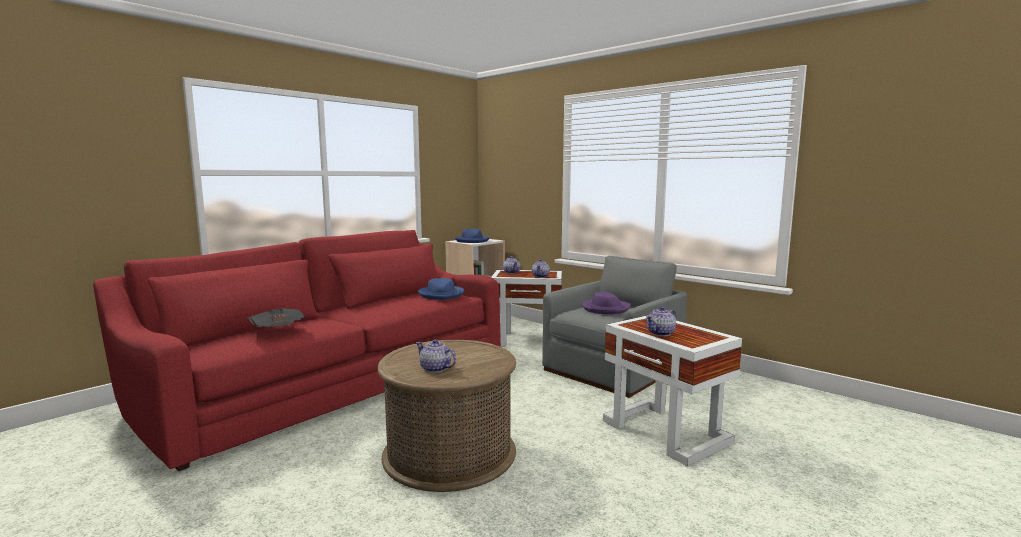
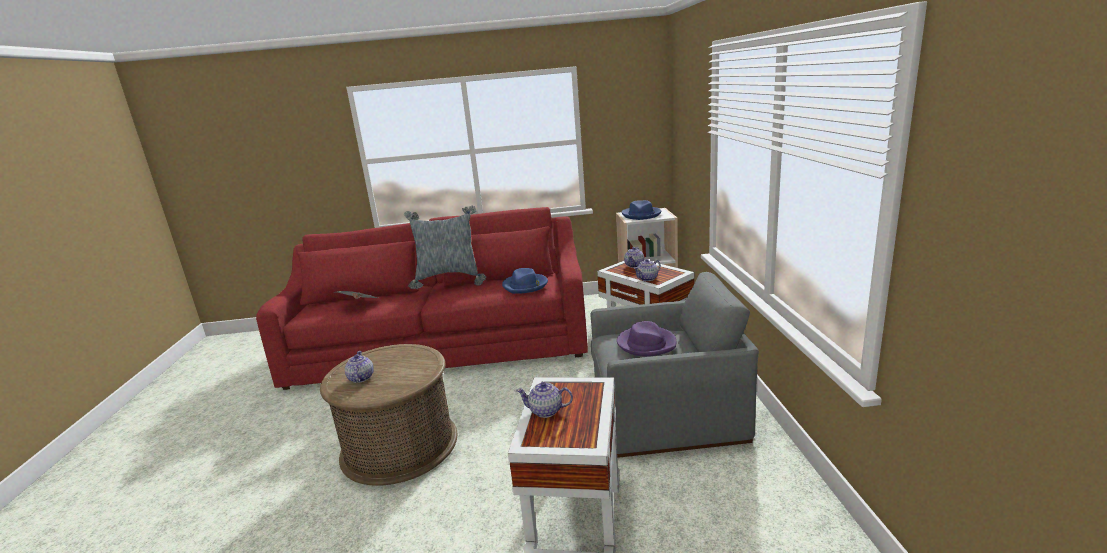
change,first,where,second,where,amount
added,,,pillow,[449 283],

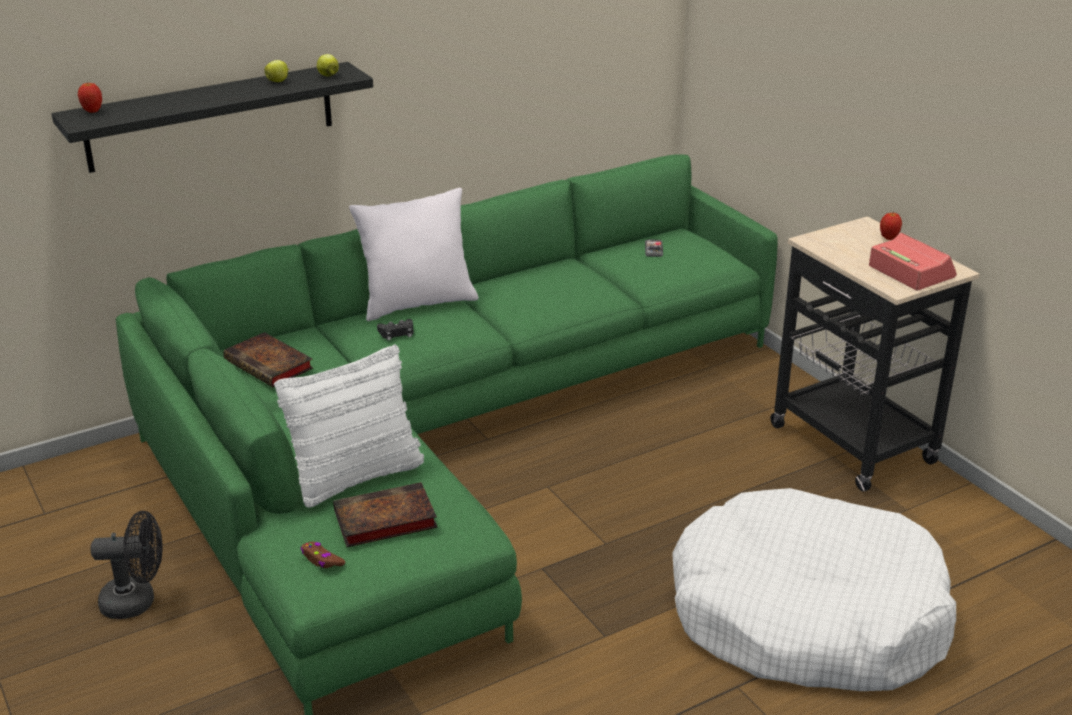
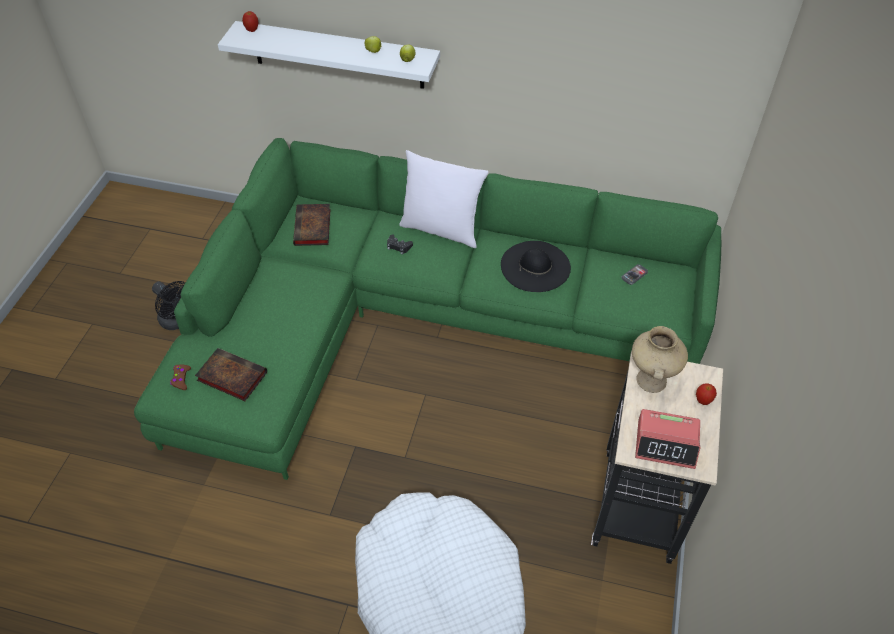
change,first,where,second,where,amount
recoloured,shelf/black,[211 117],shelf/white,[338 55],
added,,,hat/black,[535 266],
added,,,vase/beige,[650 379],
turned,alarm clock,[910 272],,[666 443],90 degrees clockwise
removed,pillow/white,[356 477],,,

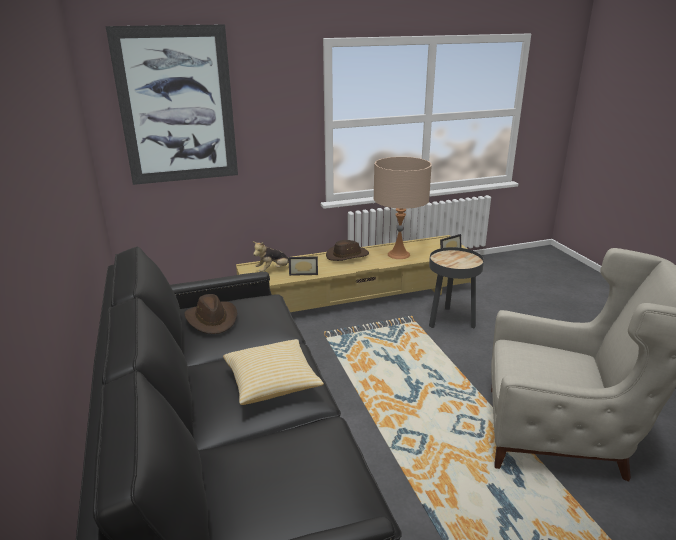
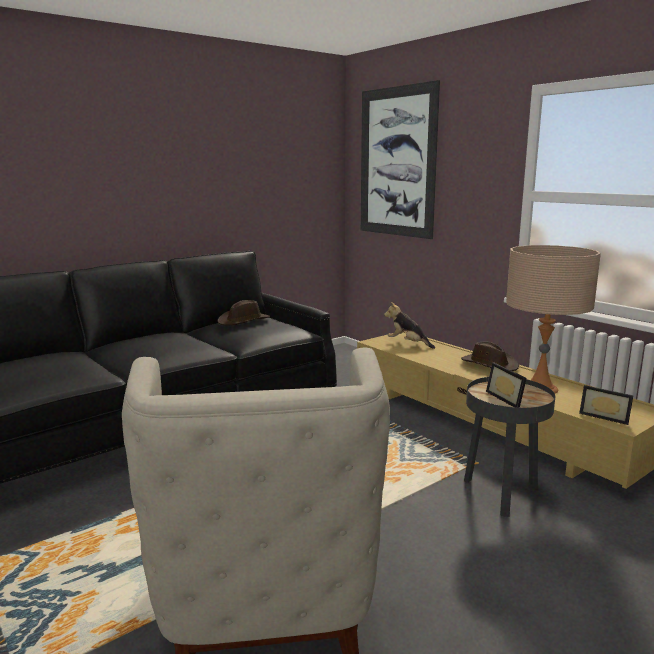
change,first,where,second,where,amount
moved,picture frame,[303 273],,[508 399],
removed,pillow,[272 383],,,

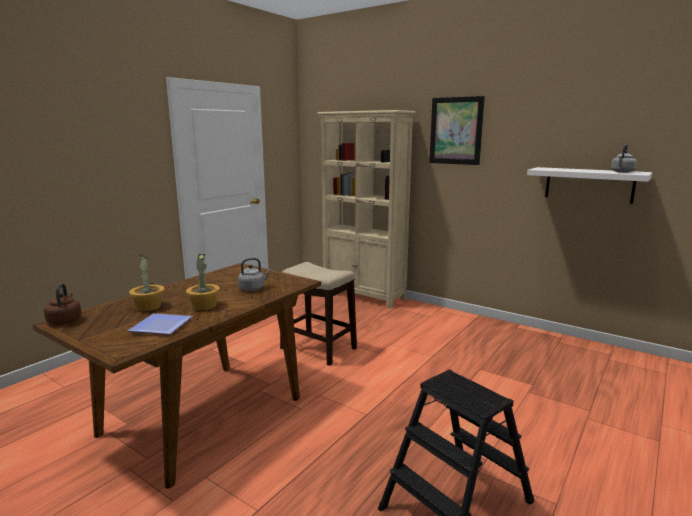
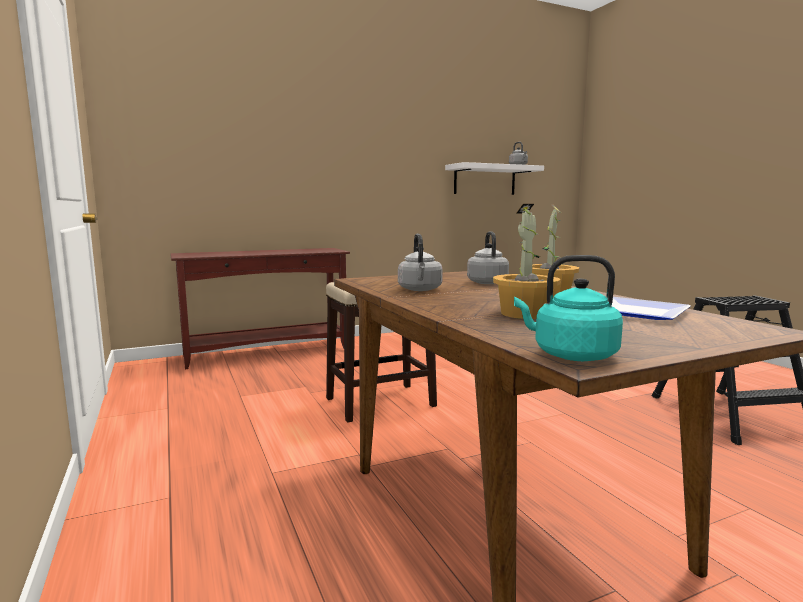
change,first,where,second,where,amount
replaced,bookcase/beige,[364 295],console table/brown,[267 352],
added,,,kettle/grey,[420 290],
recoloured,kettle/brown,[65 320],kettle/turquoise,[570 355],
removed,picture,[456 131],,,

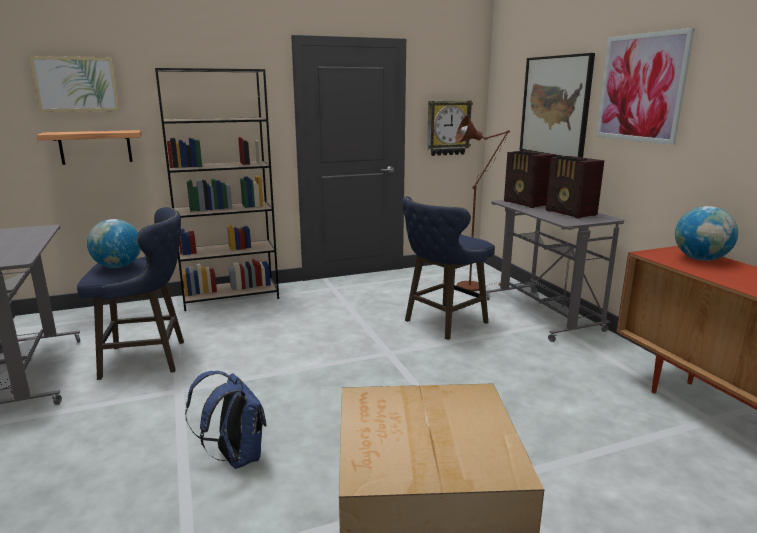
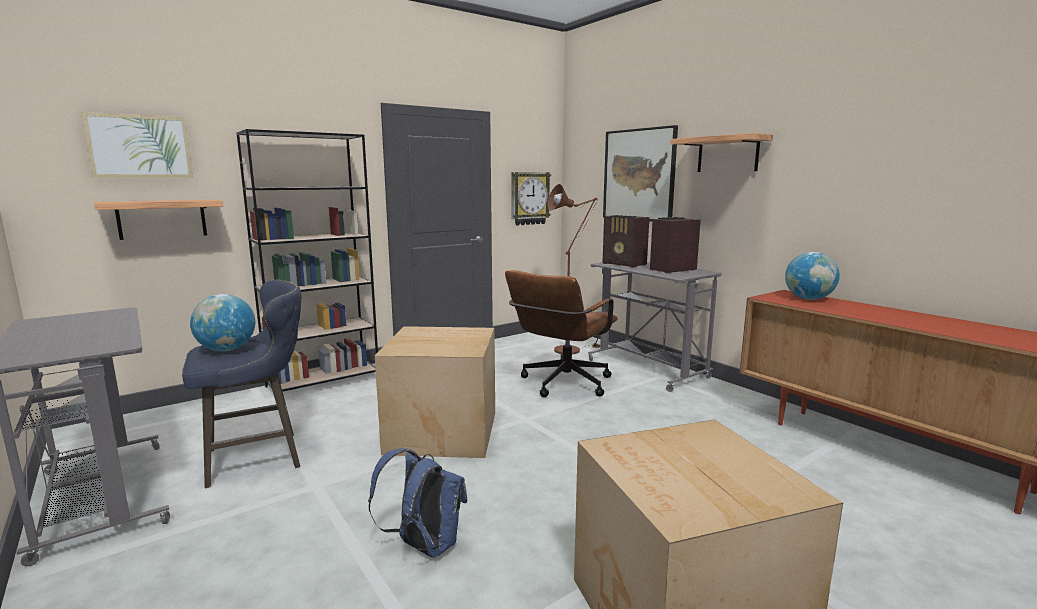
change,first,where,second,where,amount
added,,,cardboard box,[441 431],
replaced,stool/blue,[443 322],office chair/brown,[561 385],
turned,radio,[571 213],,[671 270],105 degrees clockwise
replaced,picture,[641 88],shelf,[727 154],

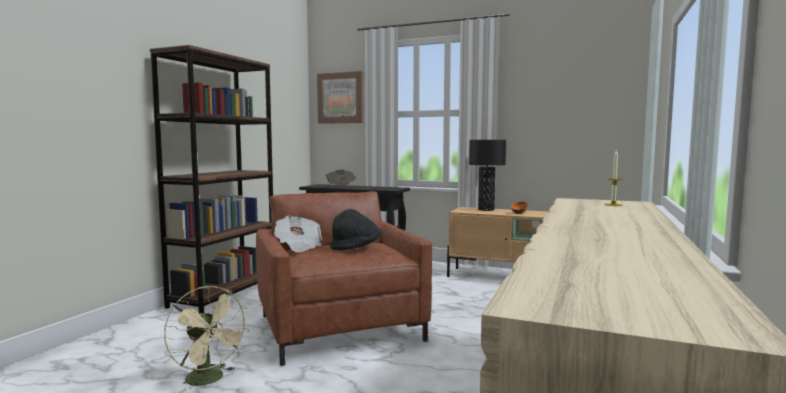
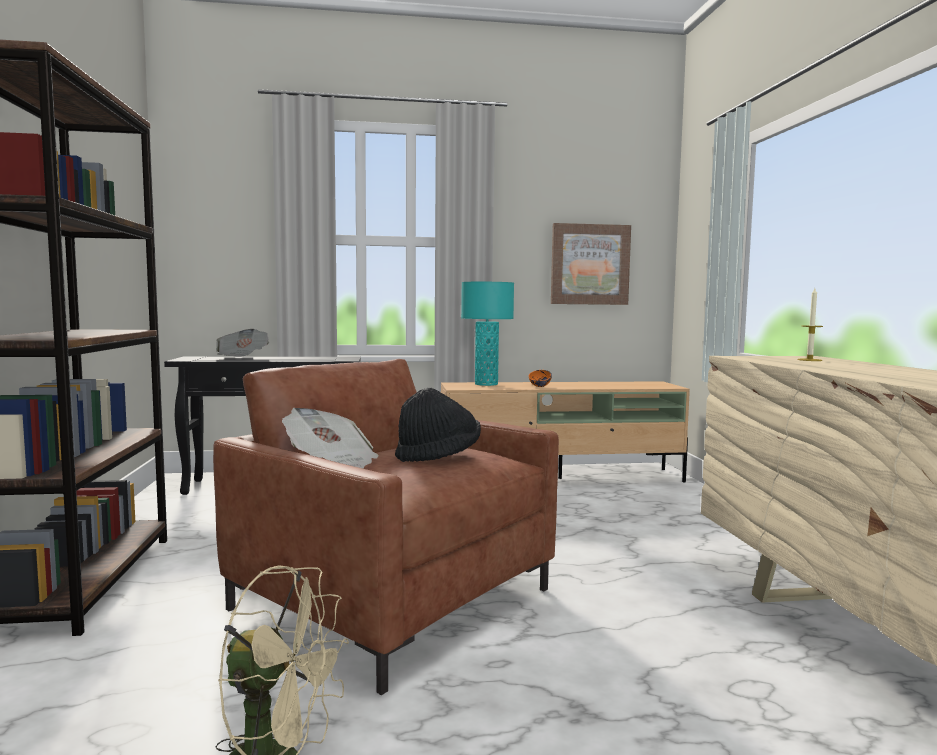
change,first,where,second,where,amount
recoloured,table lamp/black,[486 209],table lamp/turquoise,[486 384],
moved,picture,[340 98],,[589 264],

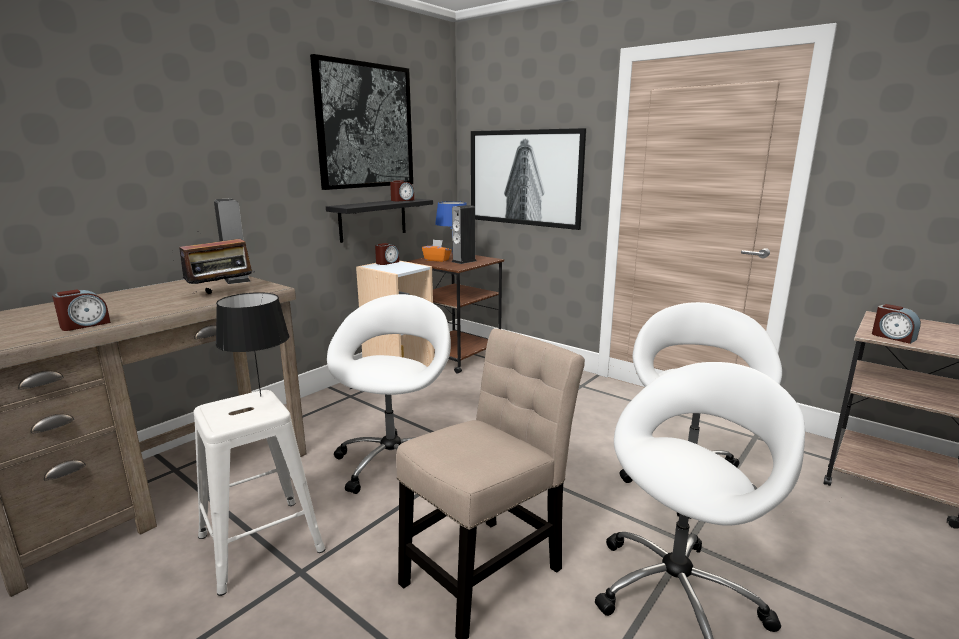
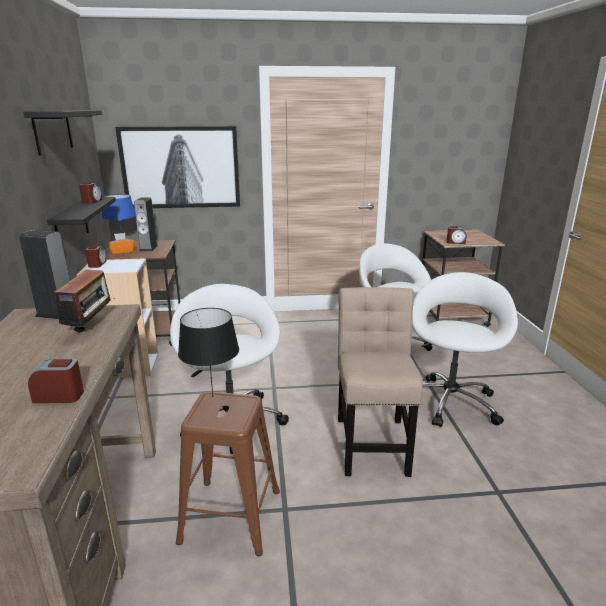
change,first,where,second,where,amount
replaced,picture,[365 126],shelf/black,[53 131],
turned,alarm clock,[85 325],,[59 396],90 degrees counterclockwise
recoloured,stool/white,[260 544],stool/brown,[231 516],

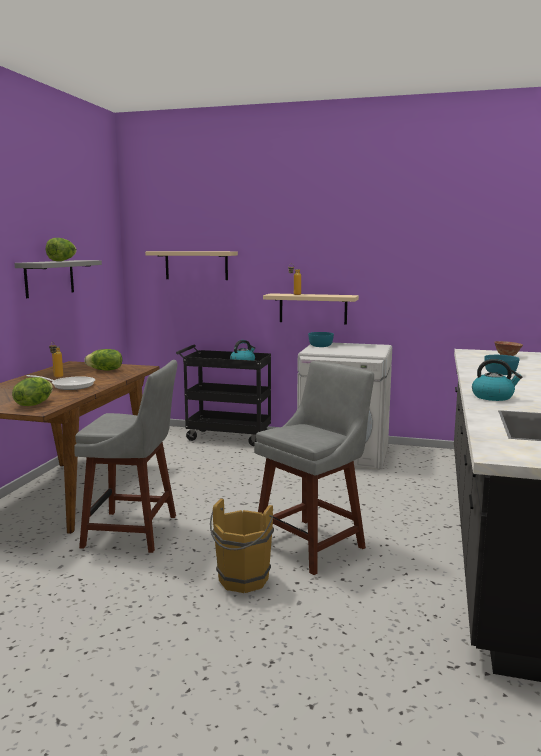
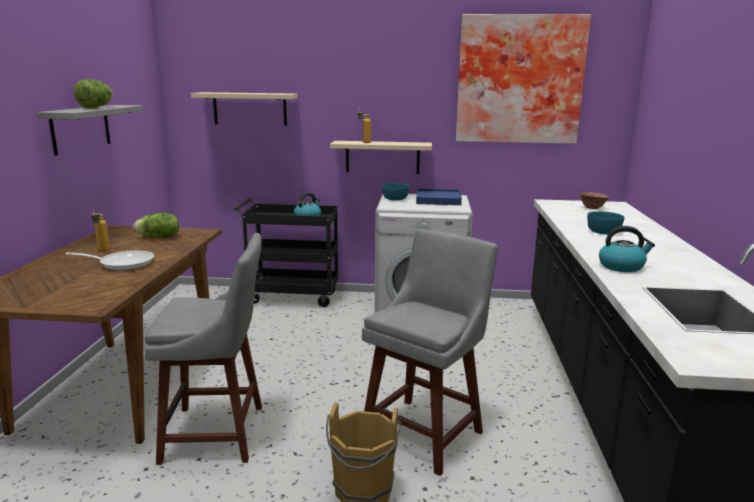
change,first,where,second,where,amount
added,,,tray/blue,[438 200],
added,,,picture,[519 80],
removed,lettuce,[34 404],,,

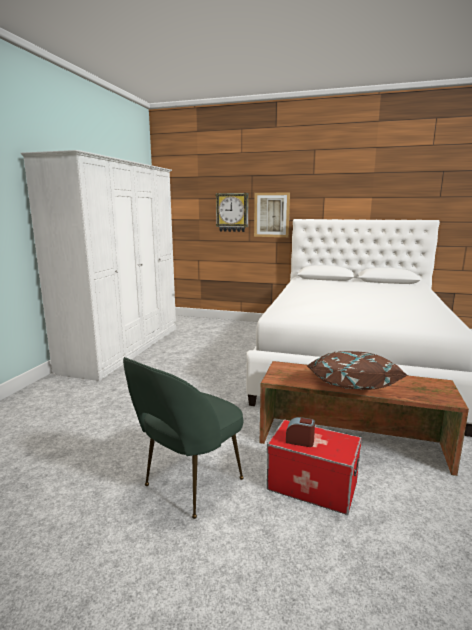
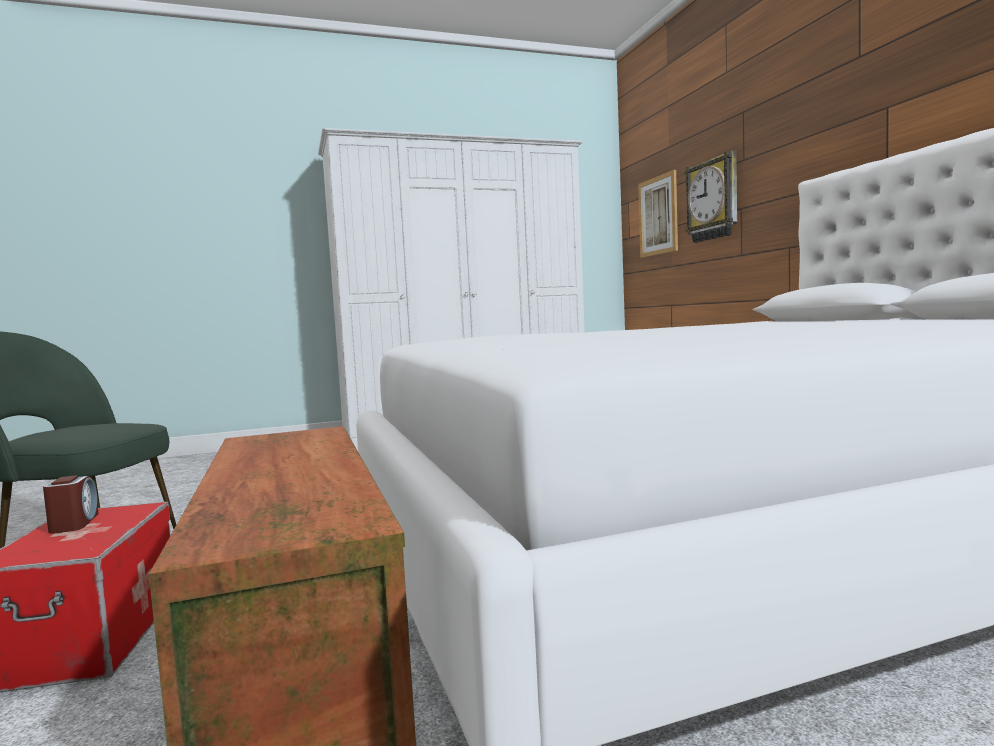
change,first,where,second,where,amount
moved,picture,[271 215],,[658 216],
removed,pillow/brown,[349 386],,,

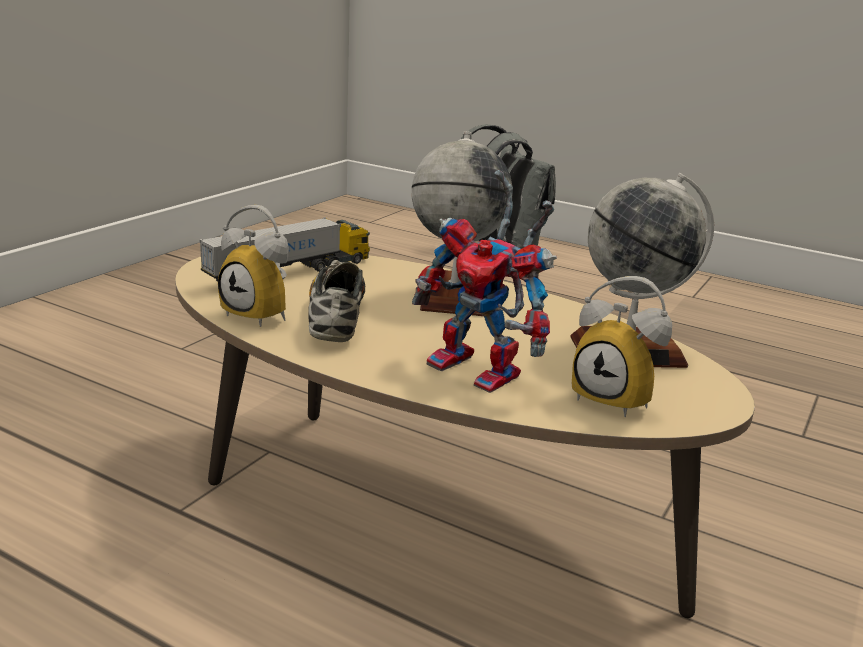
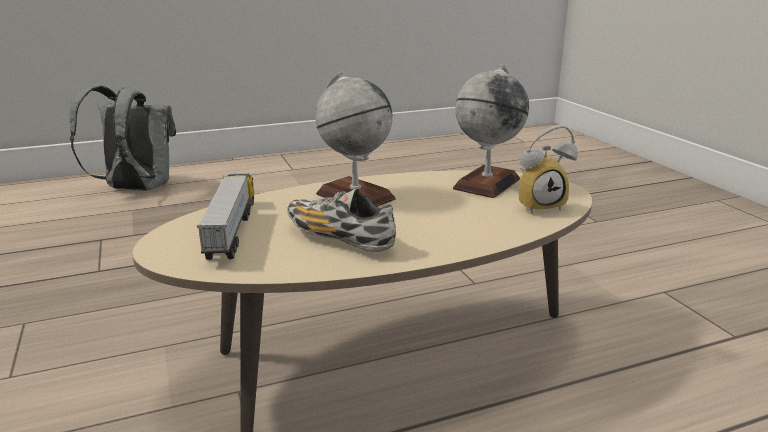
change,first,where,second,where,amount
removed,alarm clock,[263 314],,,
removed,toy robot,[484 372],,,

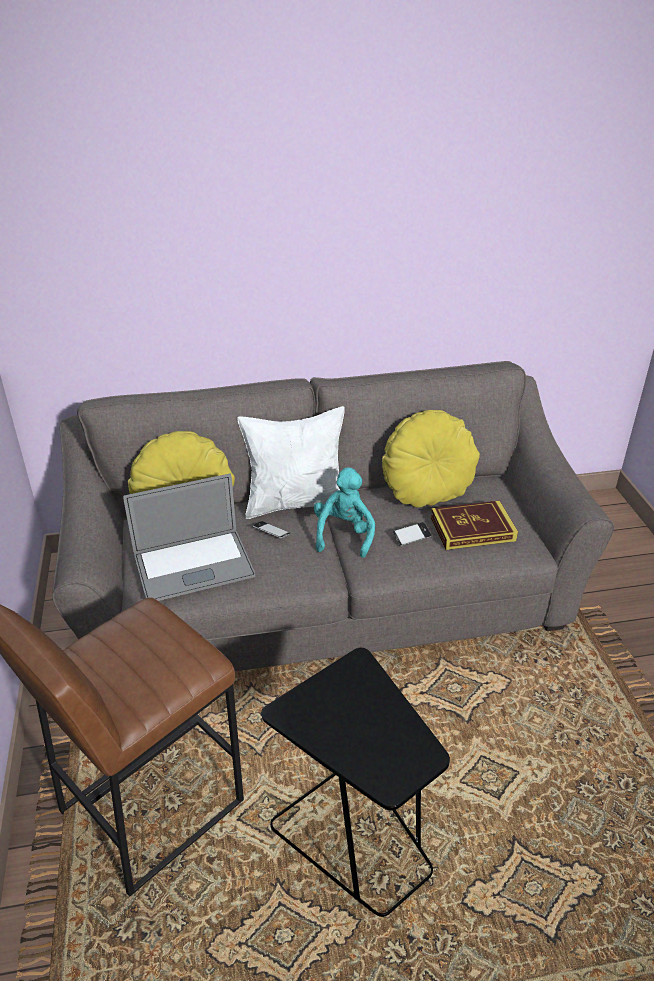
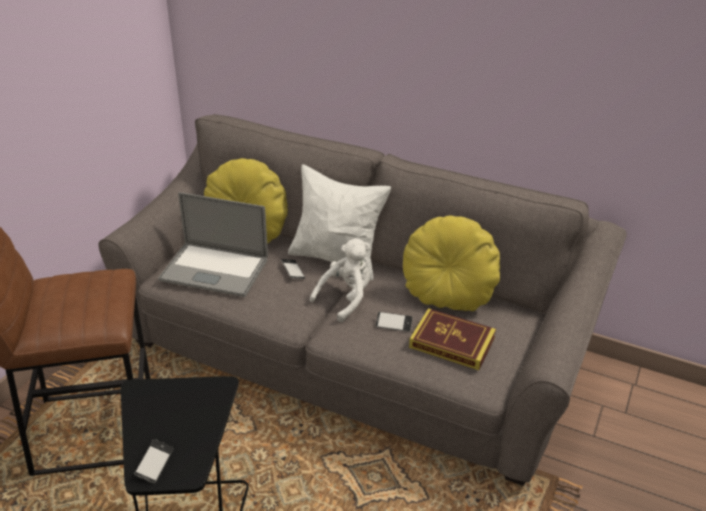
change,first,where,second,where,amount
added,,,phone,[154 463],
recoloured,plush toy/turquoise,[344 535],plush toy/white,[346 298],

